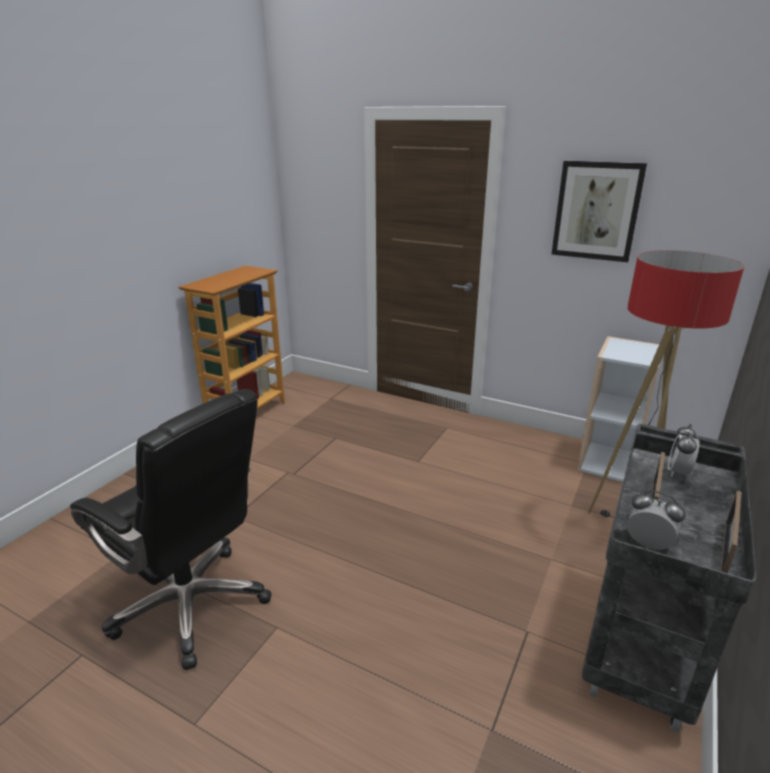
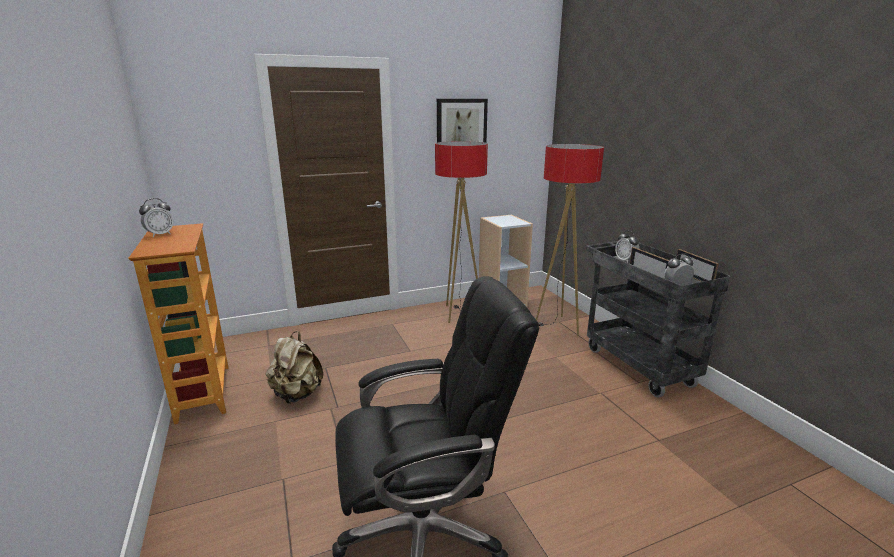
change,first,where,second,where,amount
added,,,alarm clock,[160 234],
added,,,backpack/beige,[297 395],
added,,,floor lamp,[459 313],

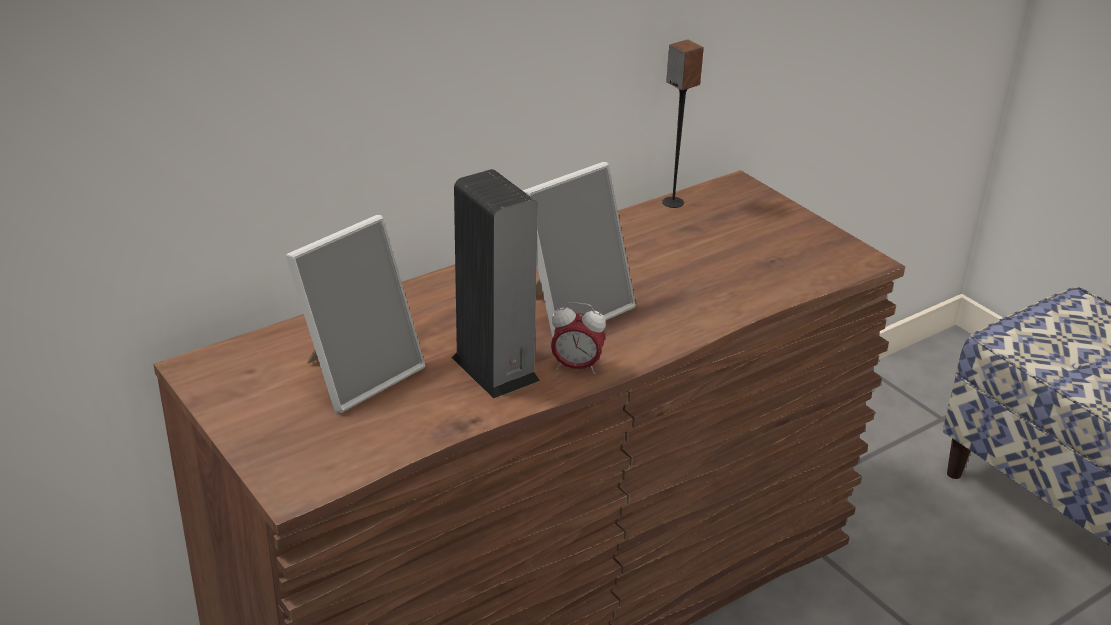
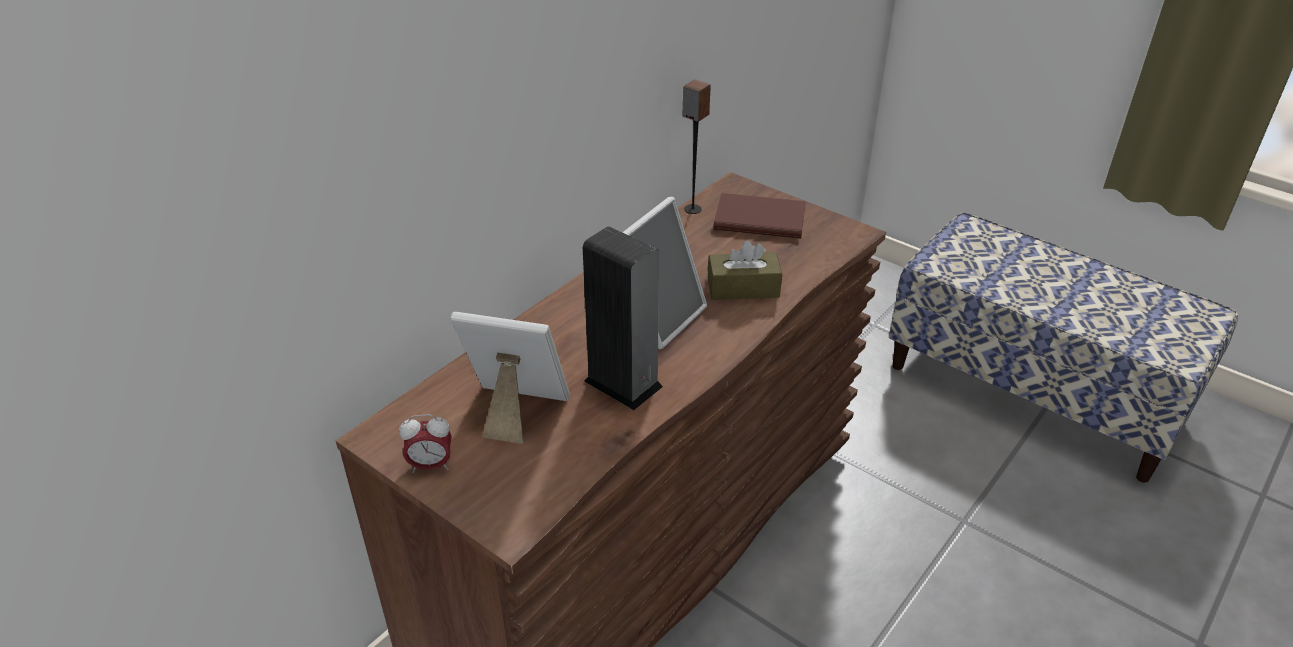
change,first,where,second,where,amount
moved,alarm clock,[576 367],,[431 465],
turned,picture frame,[358 374],,[515 412],105 degrees counterclockwise
added,,,tissue box/brown,[743 288],
added,,,book/brown,[758 218],

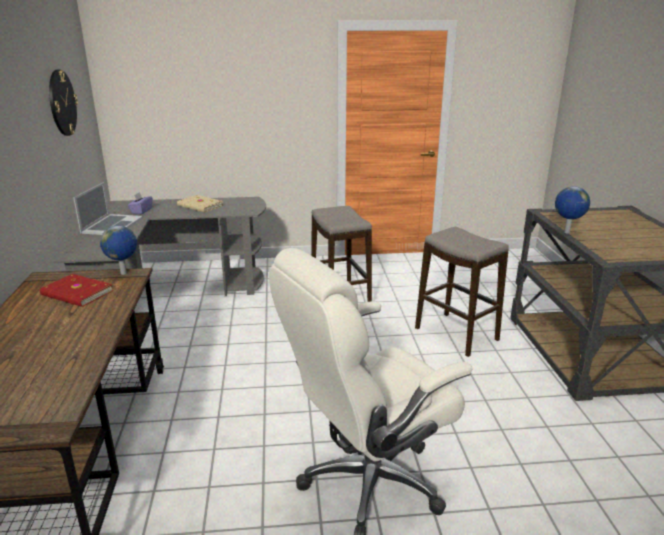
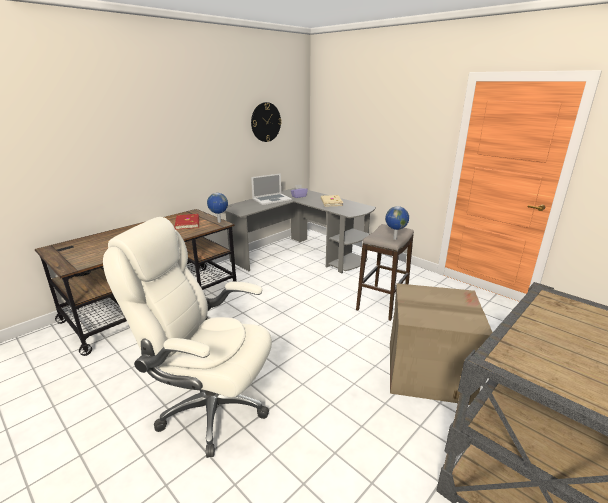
change,first,where,second,where,amount
moved,globe,[566 232],,[394 238],
replaced,stool,[456 334],cardboard box,[427 371],

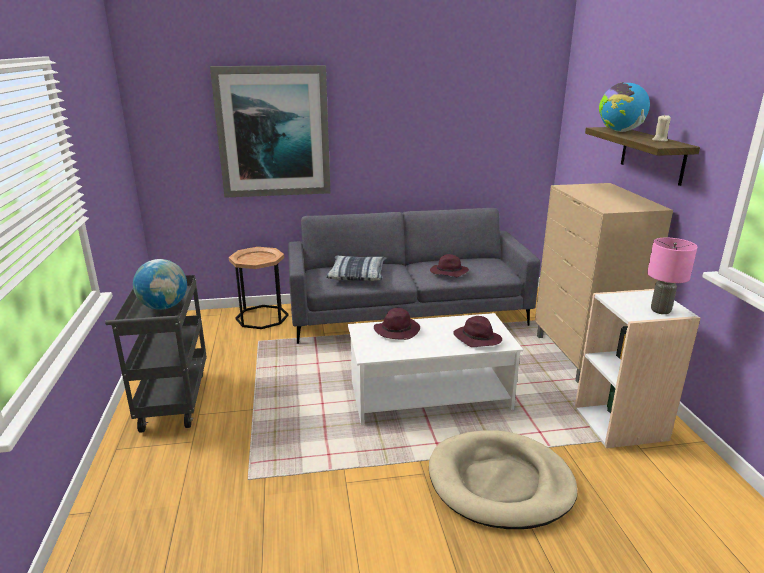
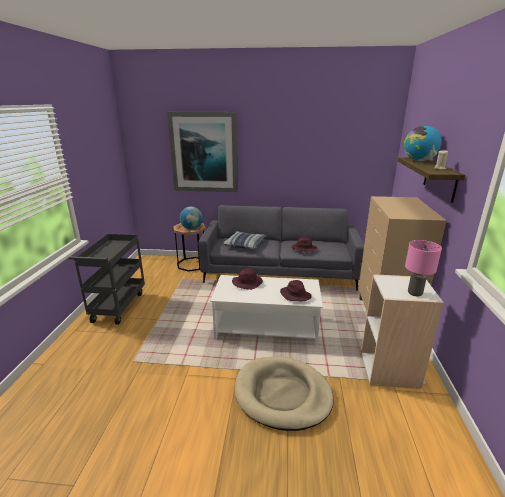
change,first,where,second,where,amount
moved,globe,[164 307],,[192 228],

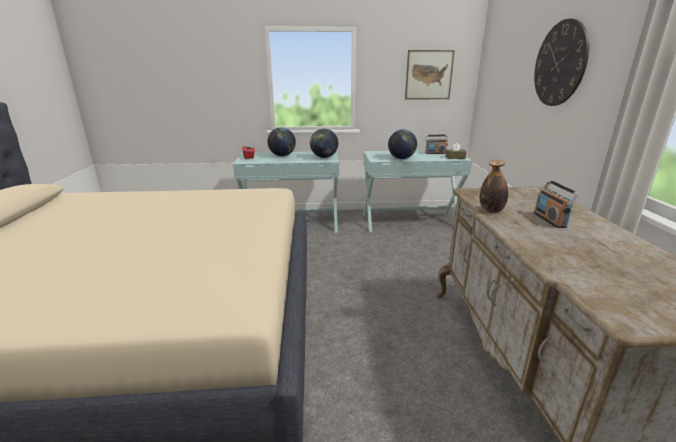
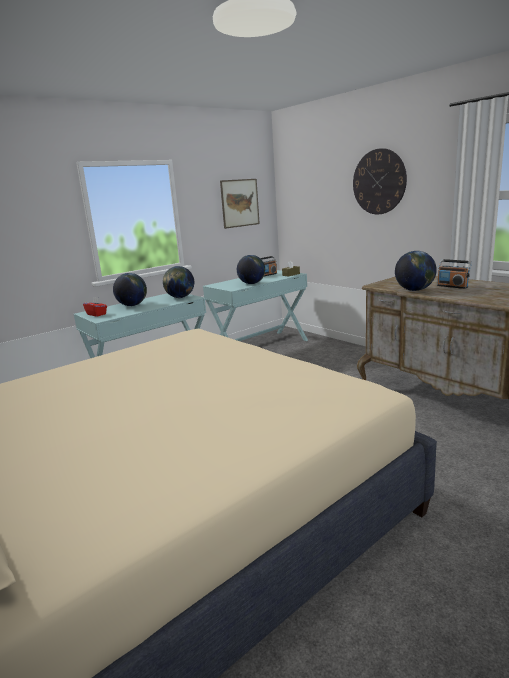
change,first,where,second,where,amount
replaced,bottle,[491 210],globe,[414 290],

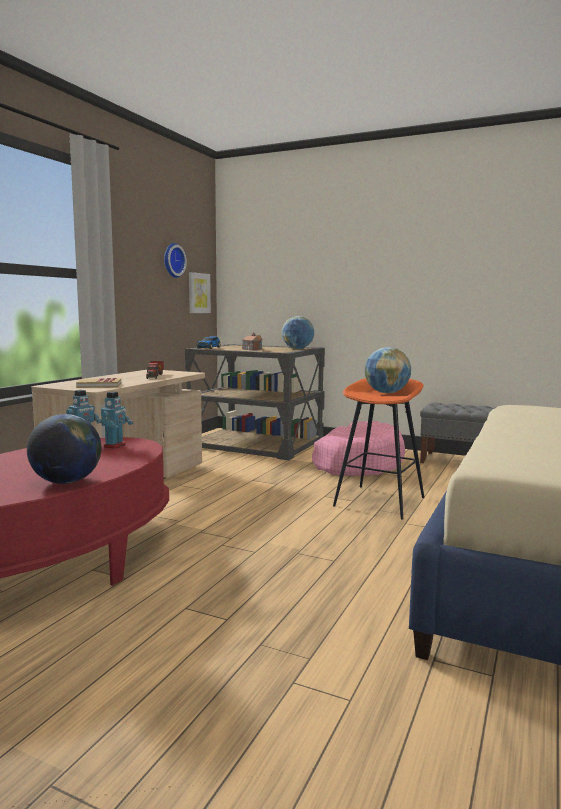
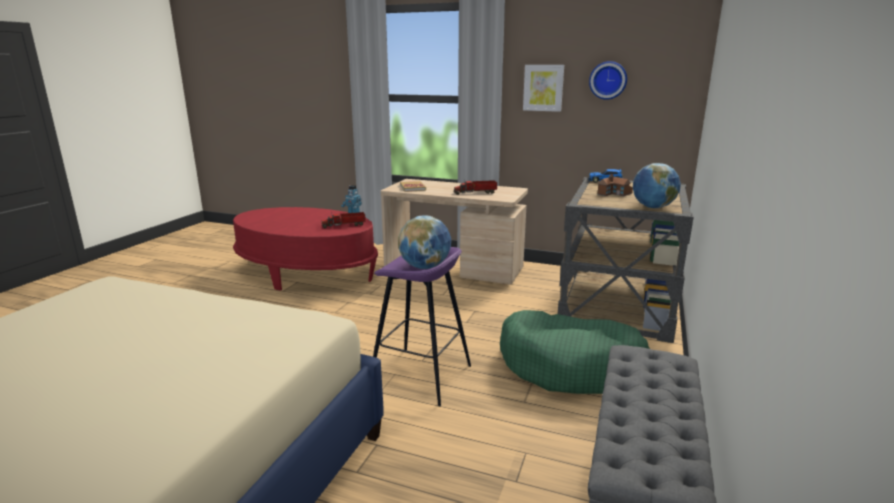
change,first,where,second,where,amount
replaced,toy robot,[115 446],toy truck,[345 225],
recoloured,stool/orange,[380 501],stool/purple,[421 376],
recoloured,dog bed/pink,[357 463],dog bed/green,[570 366],
moved,picture,[198 293],,[543 88],
removed,globe,[66 482],,,

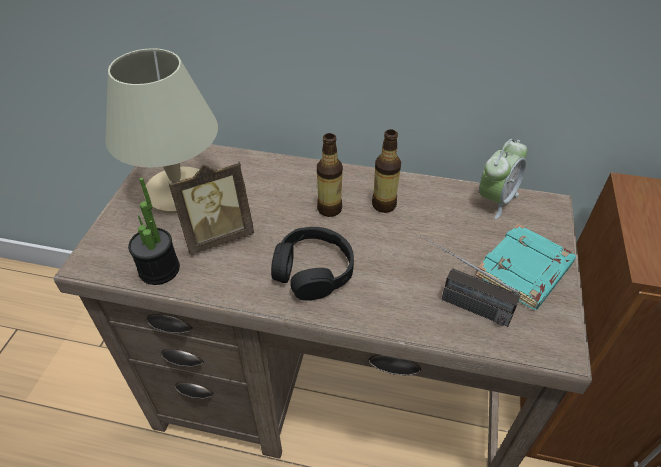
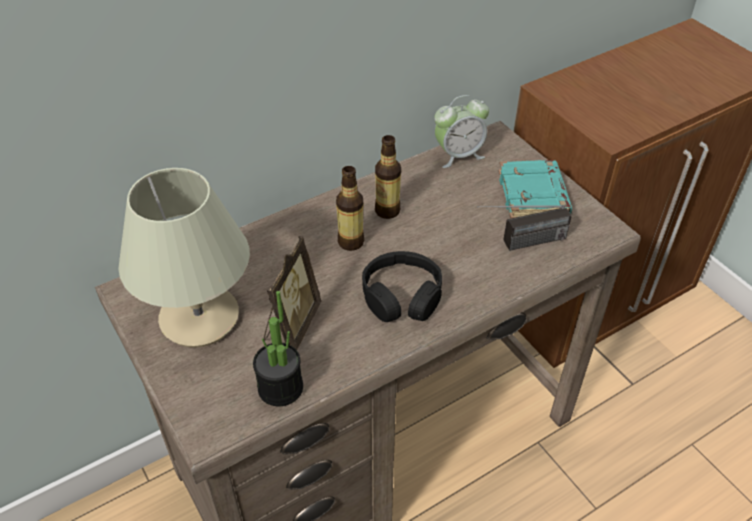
change,first,where,second,where,amount
turned,alarm clock,[495 200],,[458 155],75 degrees clockwise

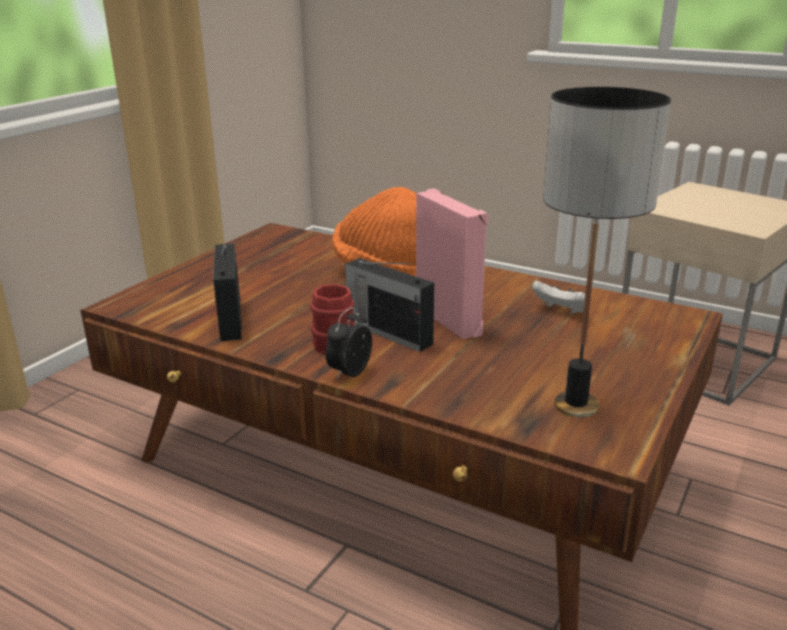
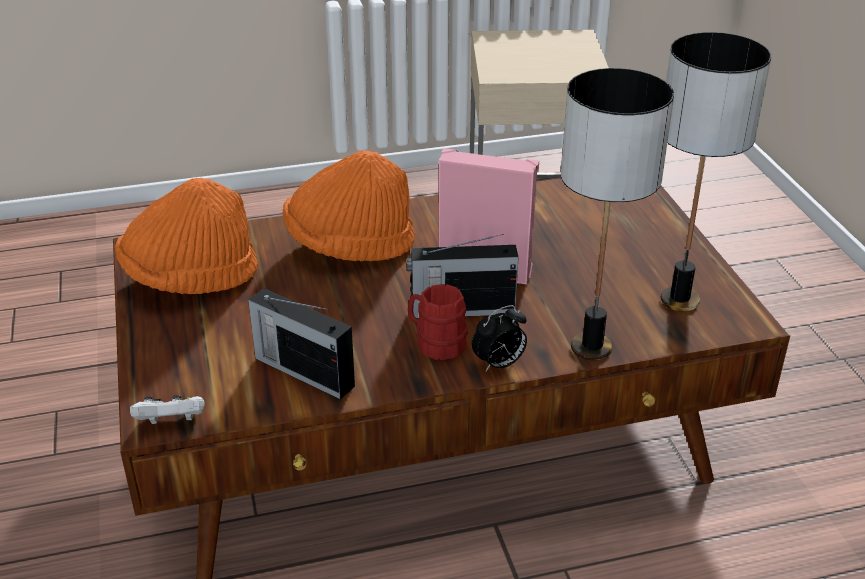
change,first,where,second,where,amount
added,,,hat/orange,[191 278],
moved,game controller/white,[560 311],,[172 423],
turned,alarm clock,[349 373],,[499 364],105 degrees counterclockwise
added,,,table lamp,[591 348],

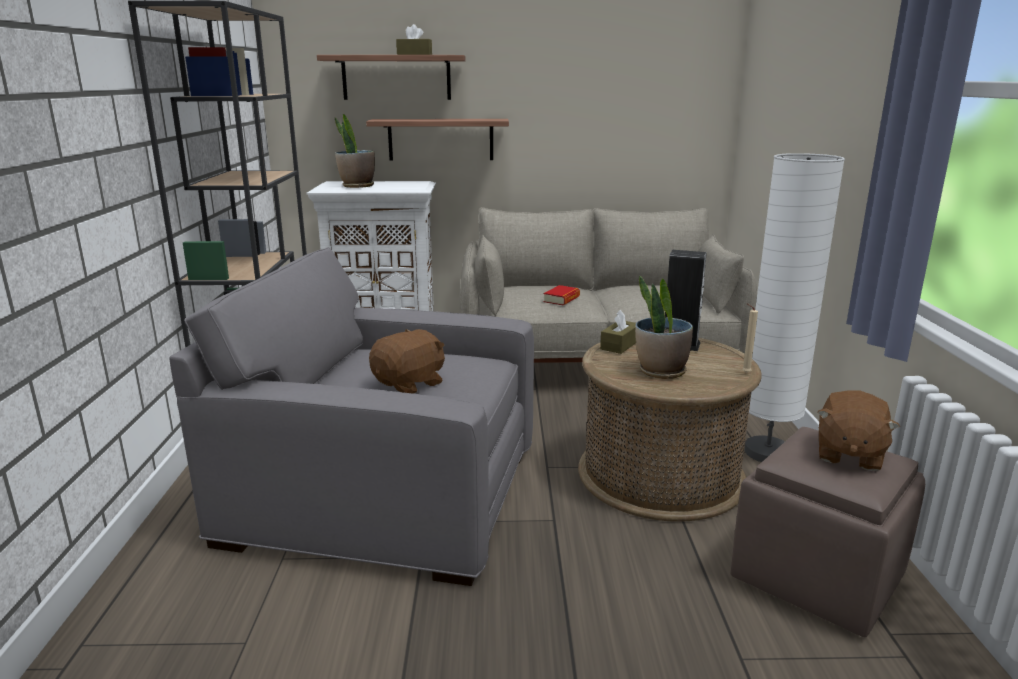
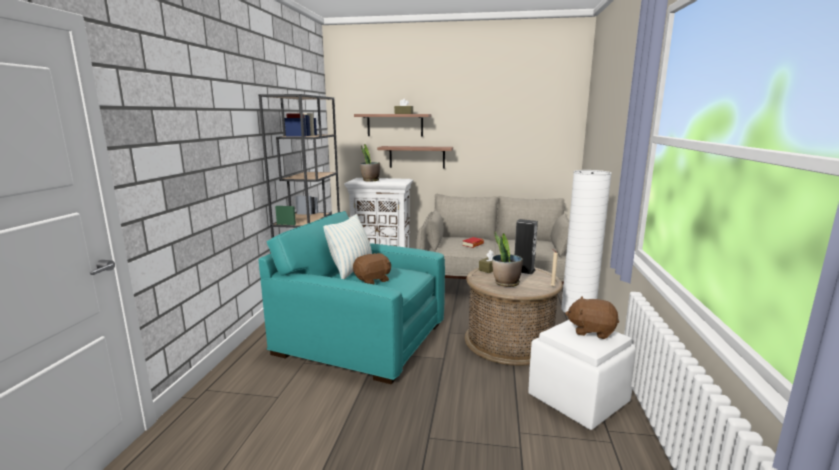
change,first,where,second,where,amount
recoloured,armchair/grey,[384 492],armchair/turquoise,[361 337],
added,,,pillow,[351 270],
recoloured,ottoman/brown,[819 578],ottoman/white,[578 400],
turned,plush toy/brown,[848 454],,[591 331],75 degrees clockwise

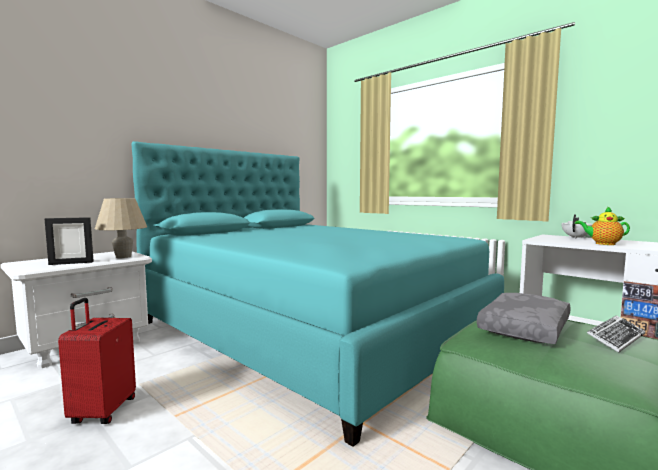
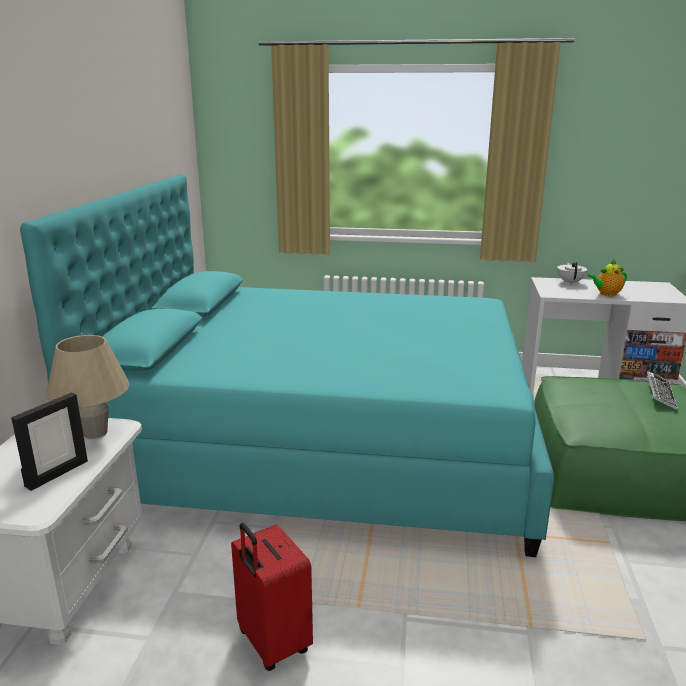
change,first,where,second,where,amount
removed,pillow/grey,[523 327],,,

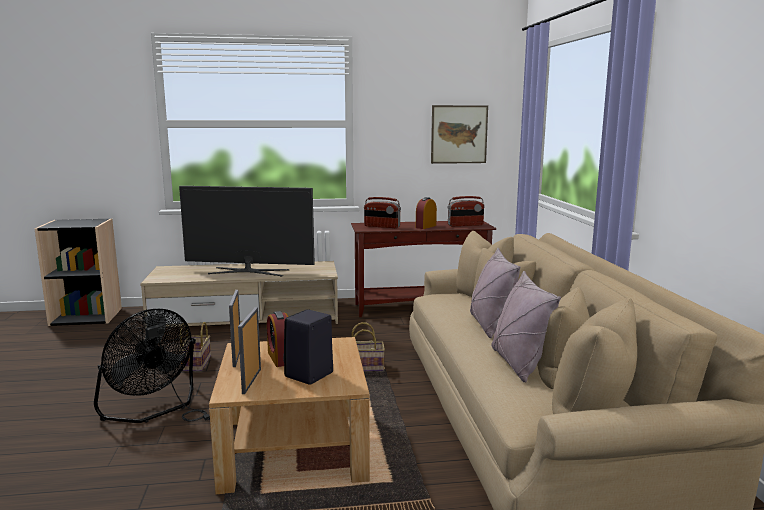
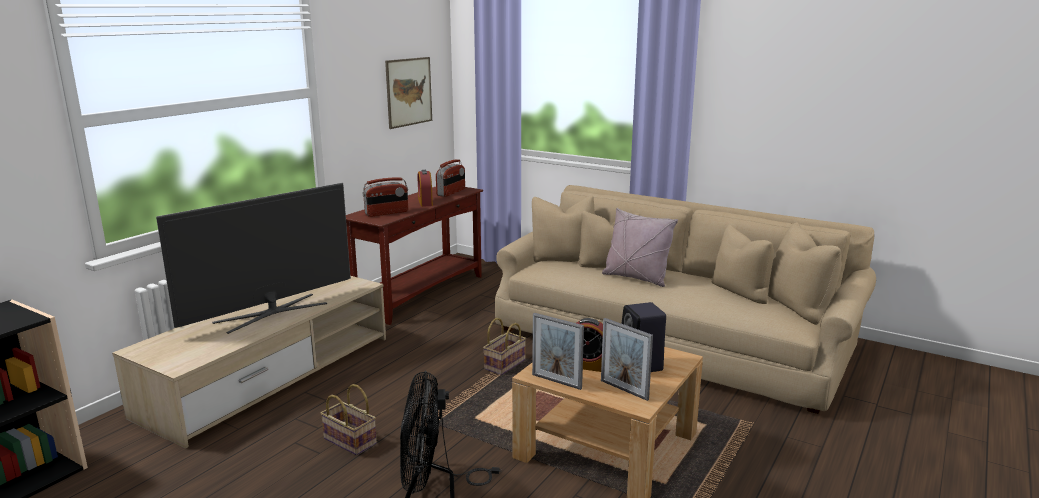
change,first,where,second,where,amount
removed,pillow/purple,[518 364],,,

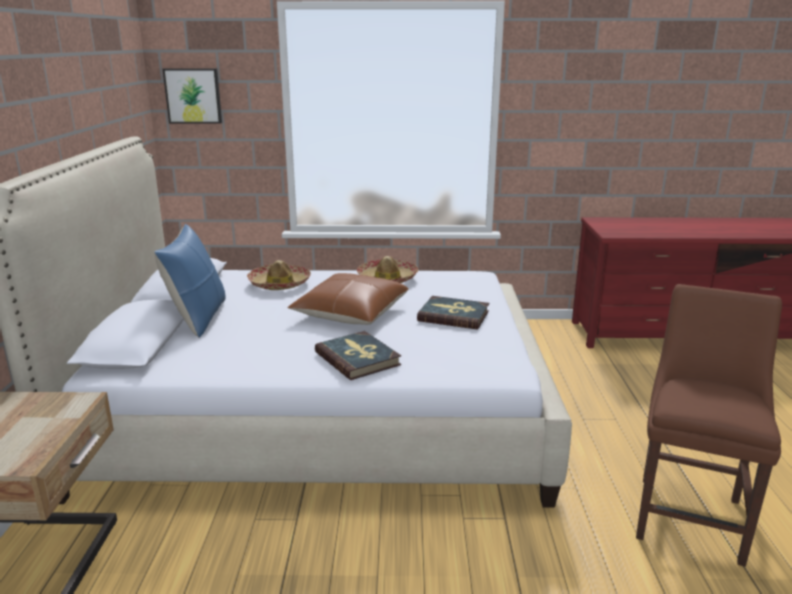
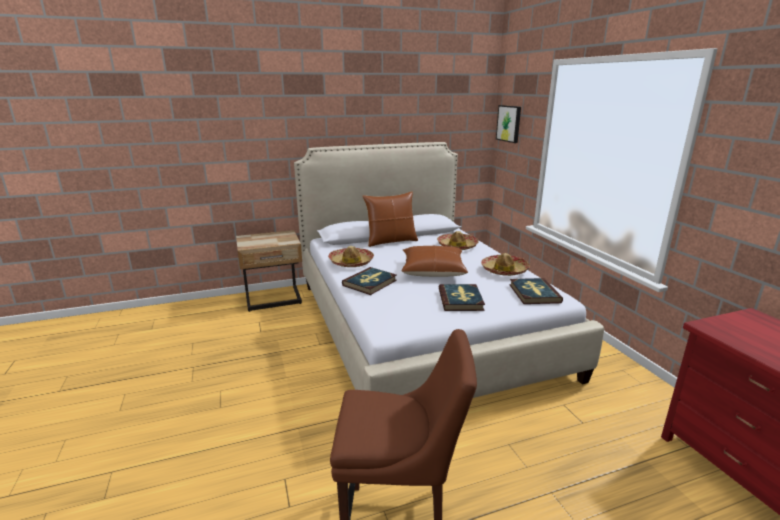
change,first,where,second,where,amount
added,,,hat,[351 262],
recoloured,pillow/blue,[198 318],pillow/brown,[391 241],
added,,,book,[534 293],

